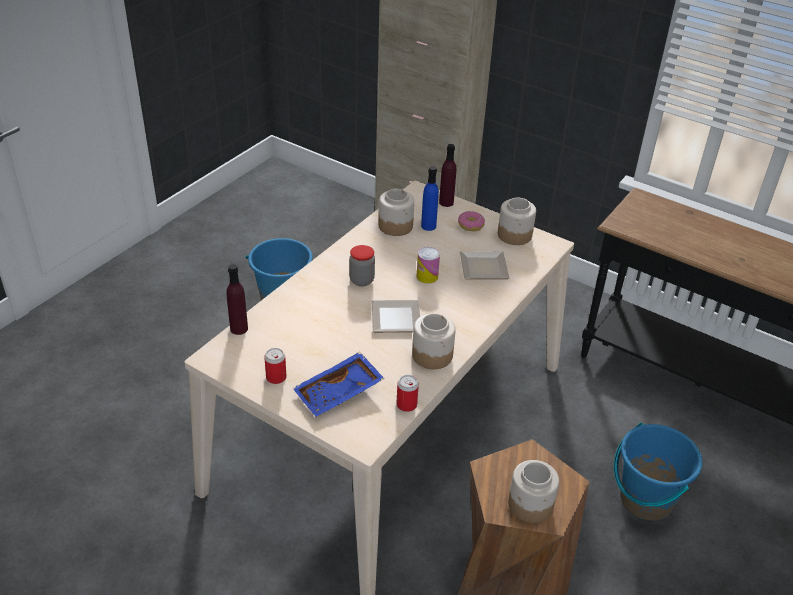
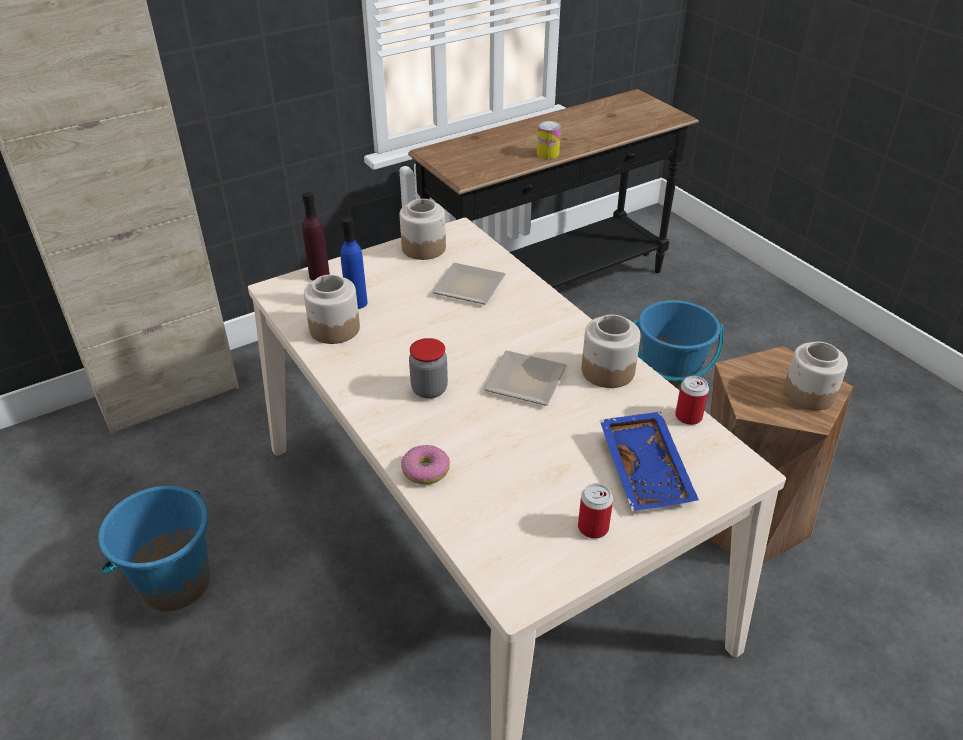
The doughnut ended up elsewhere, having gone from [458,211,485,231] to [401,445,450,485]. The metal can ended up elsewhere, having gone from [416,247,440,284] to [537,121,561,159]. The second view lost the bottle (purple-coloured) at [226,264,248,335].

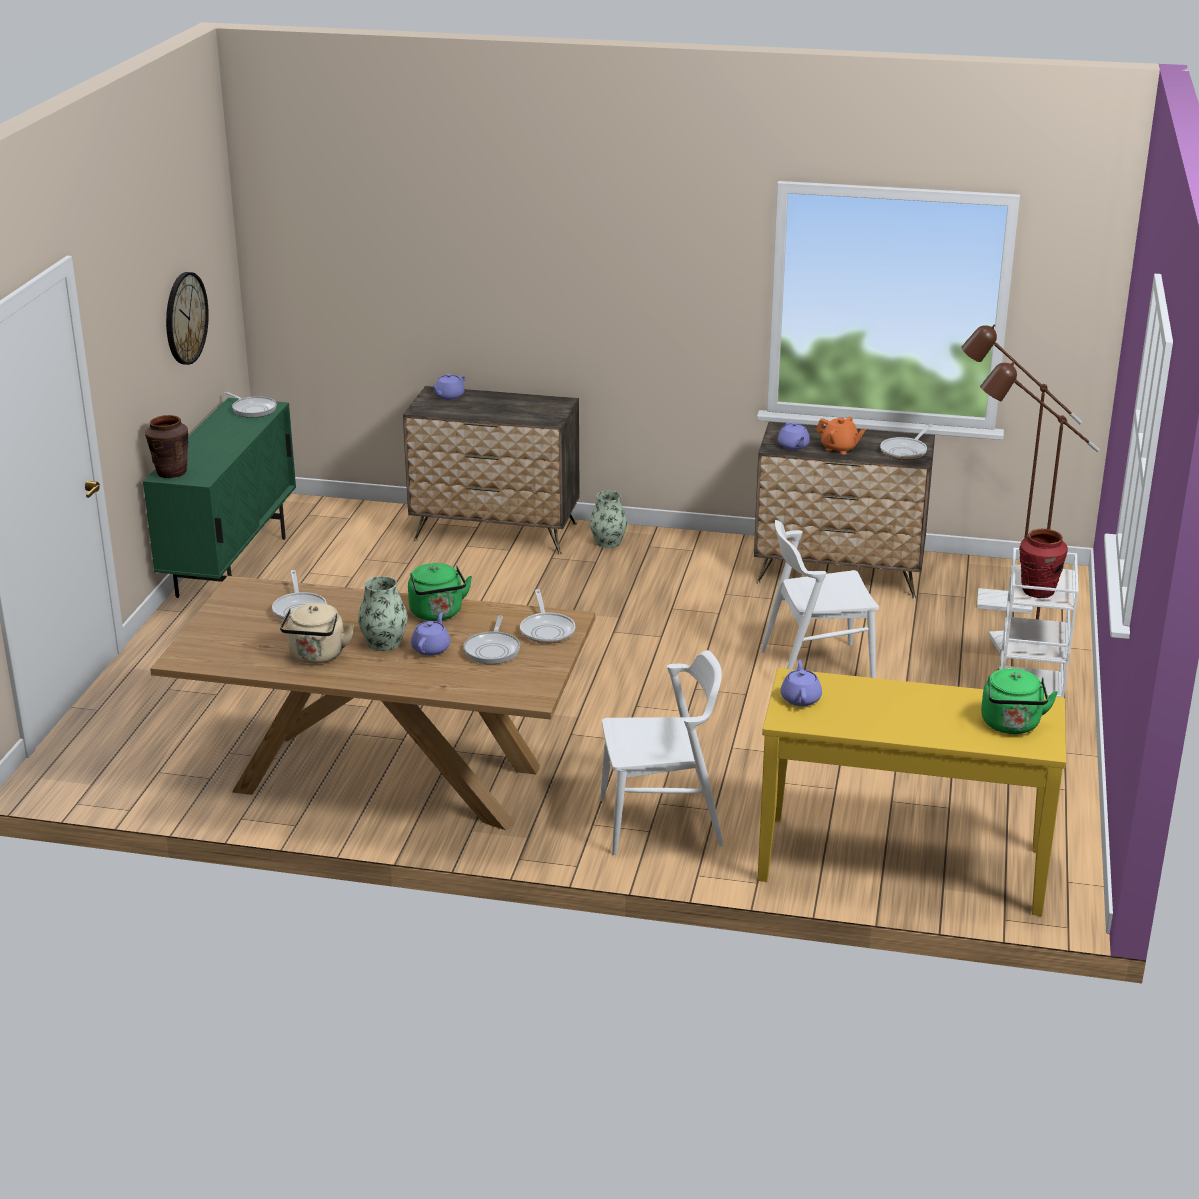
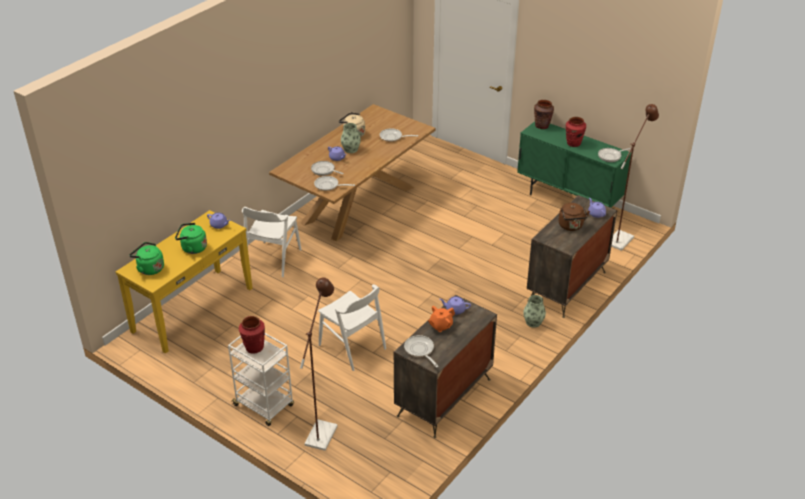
The second view lost the clock on the wall at [166,272,209,365]. The standing lamp (brown) ended up elsewhere, having gone from [961,325,1082,614] to [611,104,659,251]. The chair (white) at [761,520,879,678] ended up facing another way, 120 degrees clockwise from before. The tea kettle (green) ended up elsewhere, having gone from [408,563,472,621] to [175,223,207,254]. The second view gained the flower vase (red-coloured) at [566,117,586,147]. The second view gained the tea kettle (brown) at [558,203,590,231].

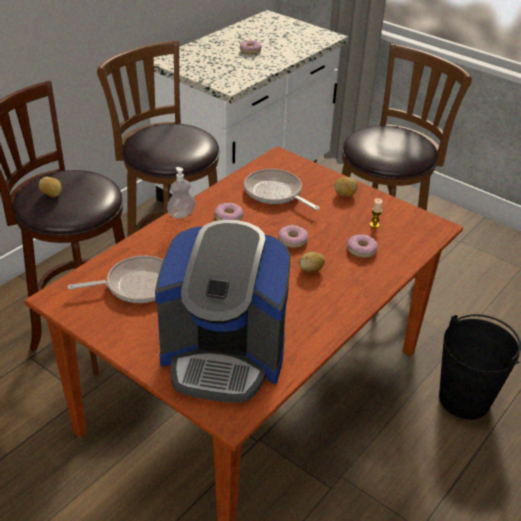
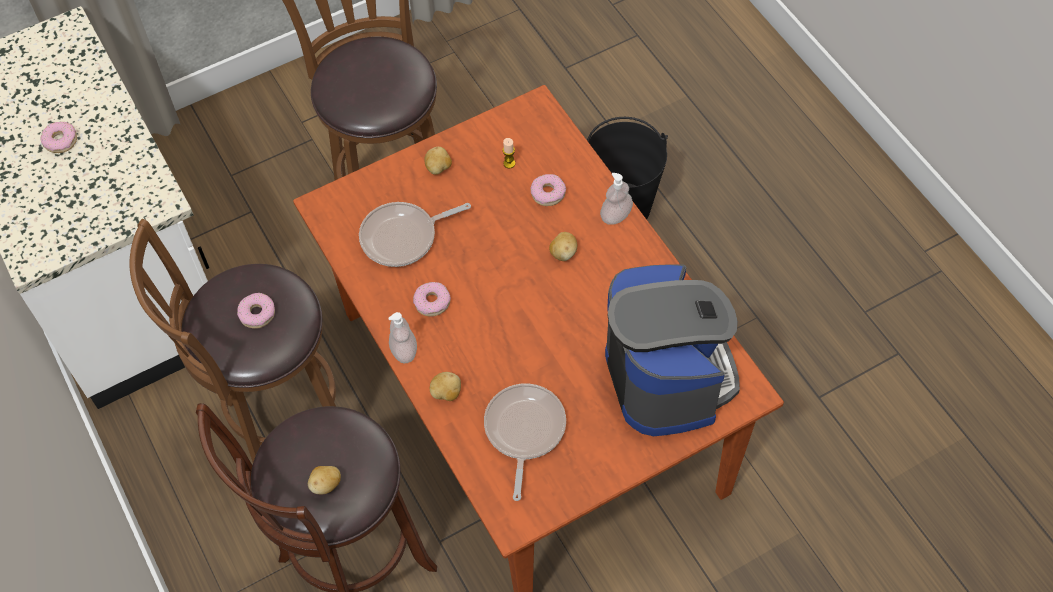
The coffee machine at [155,220,291,403] ended up facing another way, 45 degrees counterclockwise from before. The doughnut ended up elsewhere, having gone from [278,225,309,248] to [237,293,275,329]. The second view gained the liquid soap bottle at [600,173,633,225]. The second view gained the potato at [430,372,461,401].

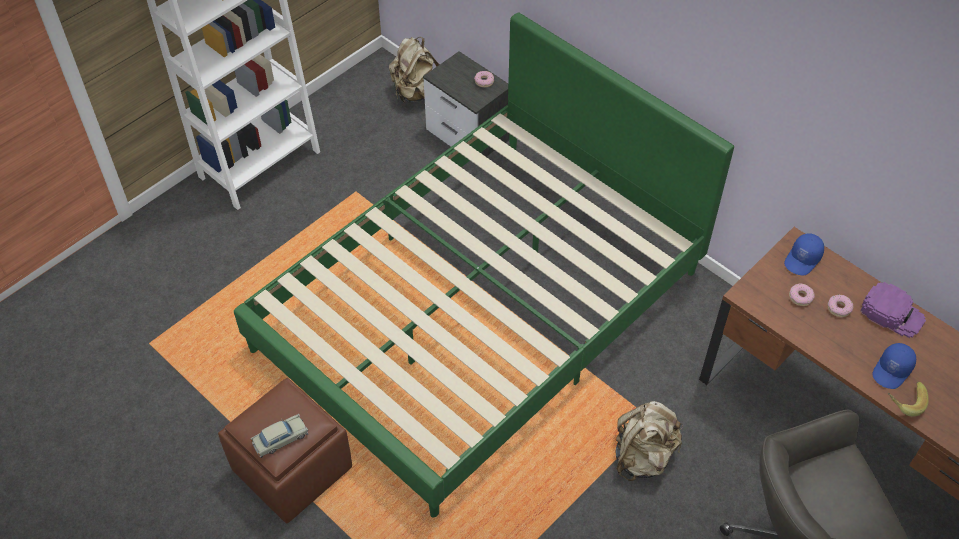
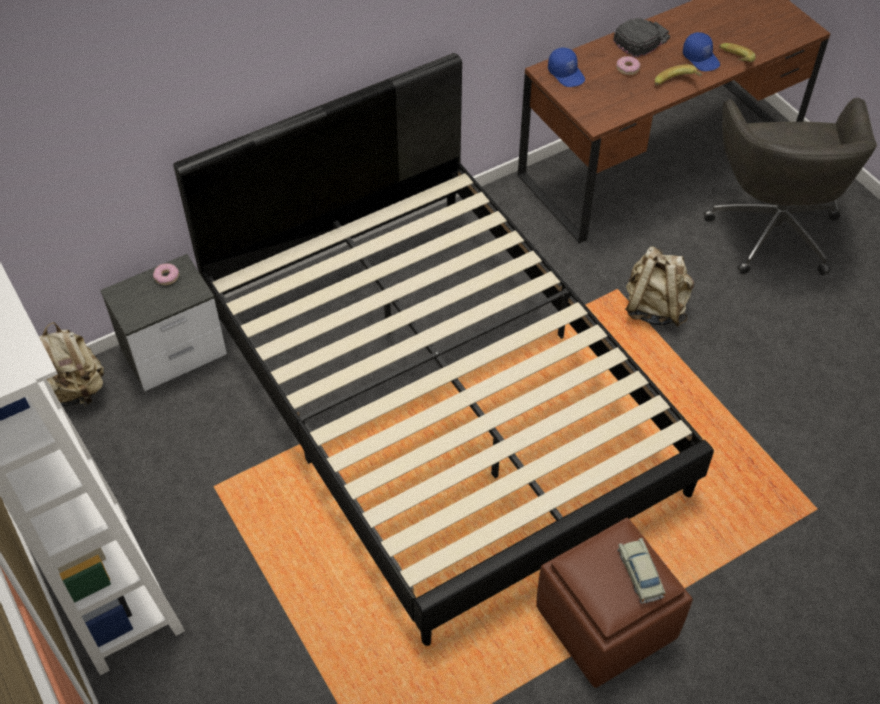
What was the bed (green) at [234,13,734,518] turned into the bed (black-coloured) at [173,53,714,646]. What was the baseball cap (purple-coloured) at [860,282,926,338] turned into the baseball cap (black-coloured) at [613,18,670,58]. The second view lost the doughnut at [789,283,815,306]. The second view gained the whole banana at [655,65,702,86].

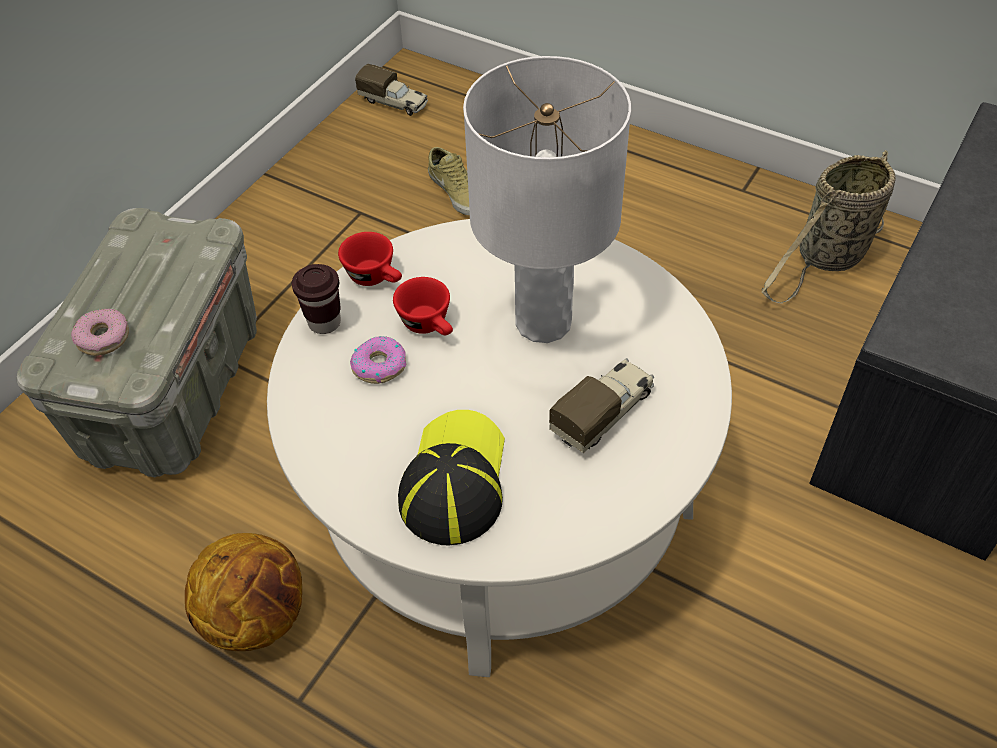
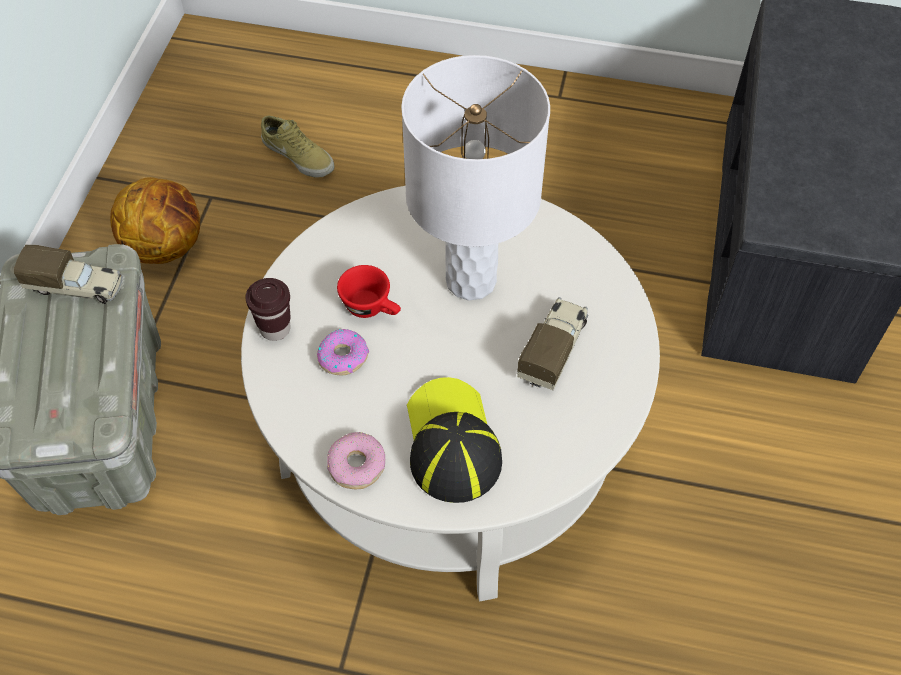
The model truck ended up elsewhere, having gone from [355,64,428,116] to [14,245,123,304]. The second view lost the household basket at [761,150,896,304]. The second view lost the cup (red-coloured) at [338,232,402,286]. The doughnut ended up elsewhere, having gone from [71,309,129,356] to [327,432,385,489]. The ball for basketball ended up elsewhere, having gone from [185,533,302,651] to [110,177,200,264].

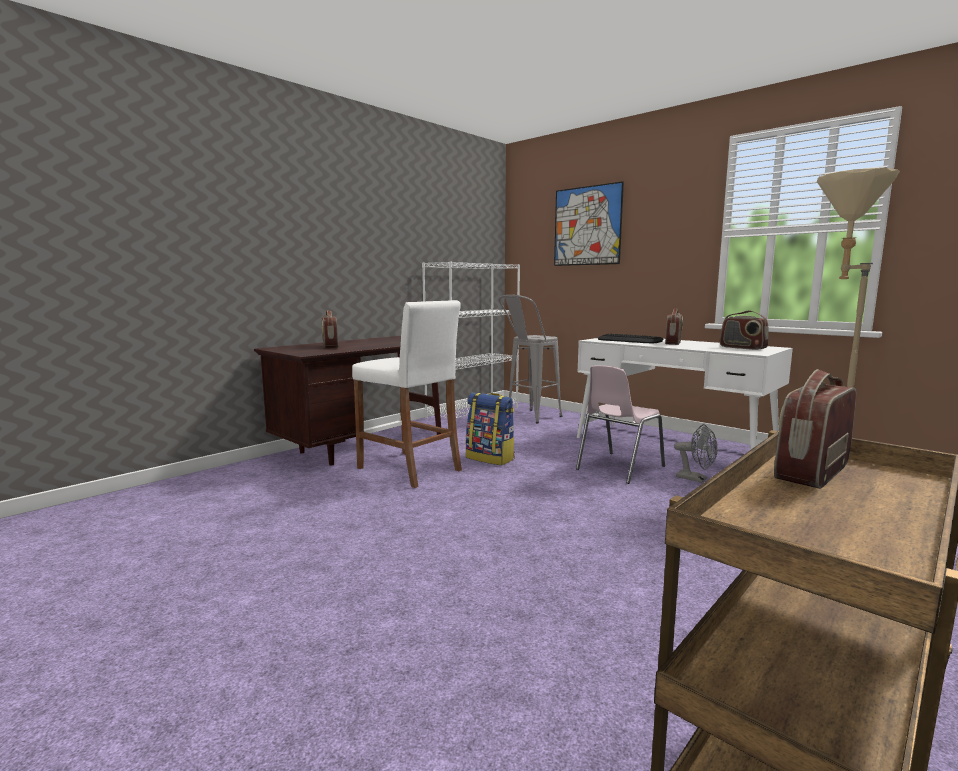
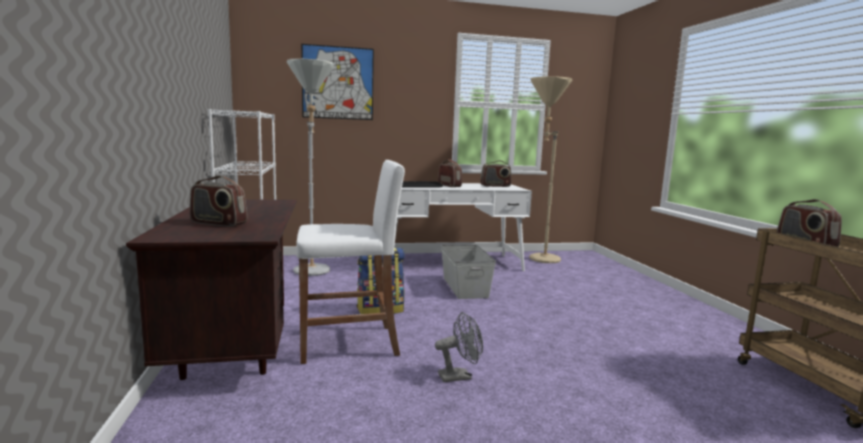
Where the sitting stool (grey) stood at [499,295,563,424], the standing lamp (grey) came to stand at [287,59,334,276]. Where the chair (pink-coloured) stood at [576,365,665,484], the storage container (grey) came to stand at [441,245,496,299]. The cooling fan (grey) ended up elsewhere, having gone from [674,424,717,483] to [435,312,483,382].

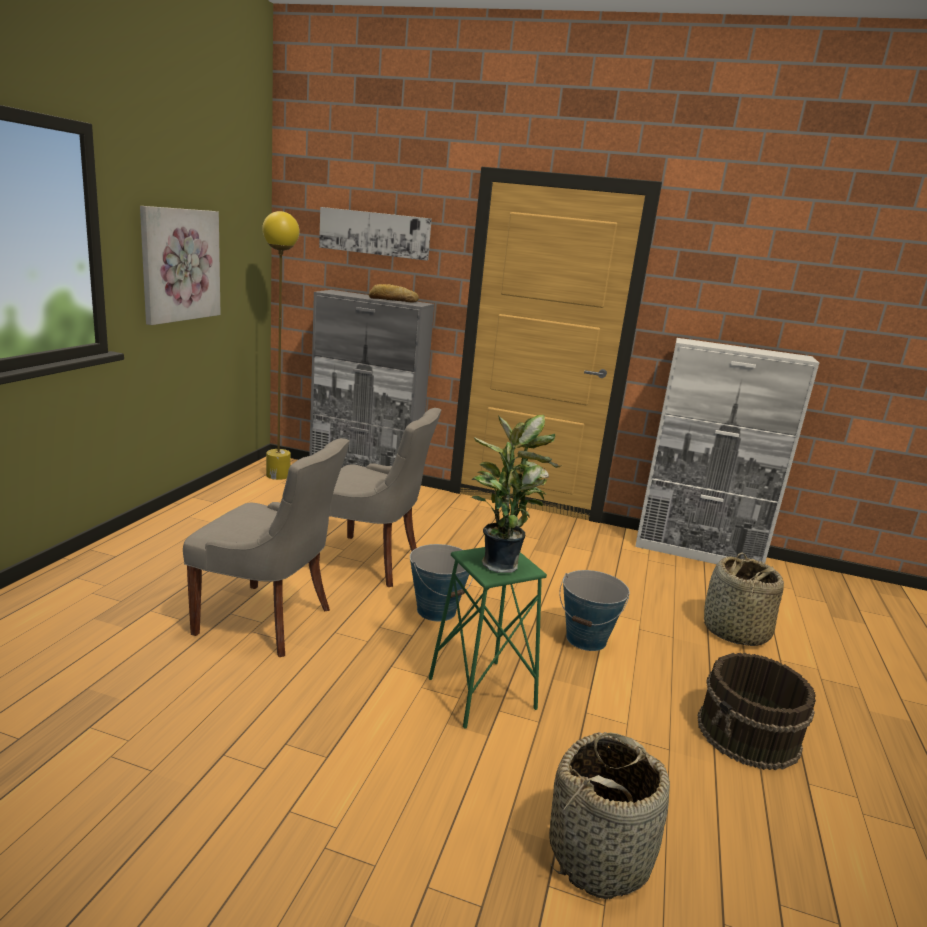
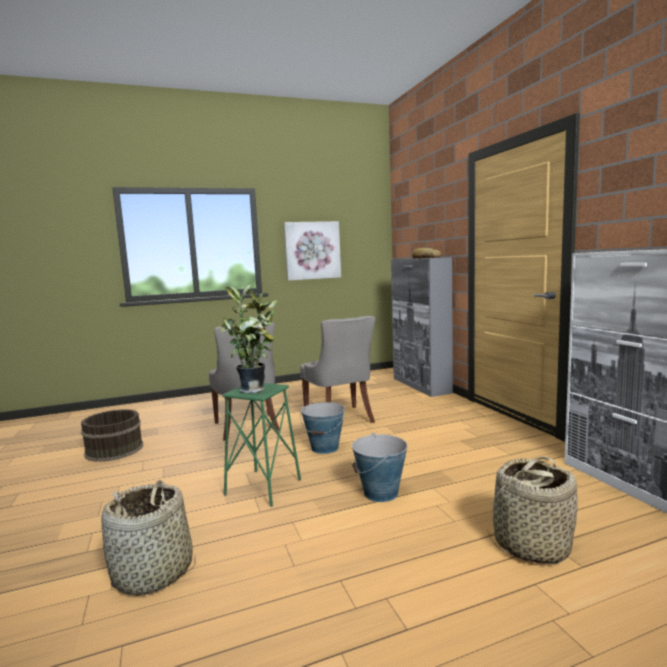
The second view lost the wall picture at [319,207,432,261]. The second view lost the standing lamp (yellow) at [262,211,300,480]. The bucket (brown) ended up elsewhere, having gone from [697,652,816,770] to [81,409,143,462].

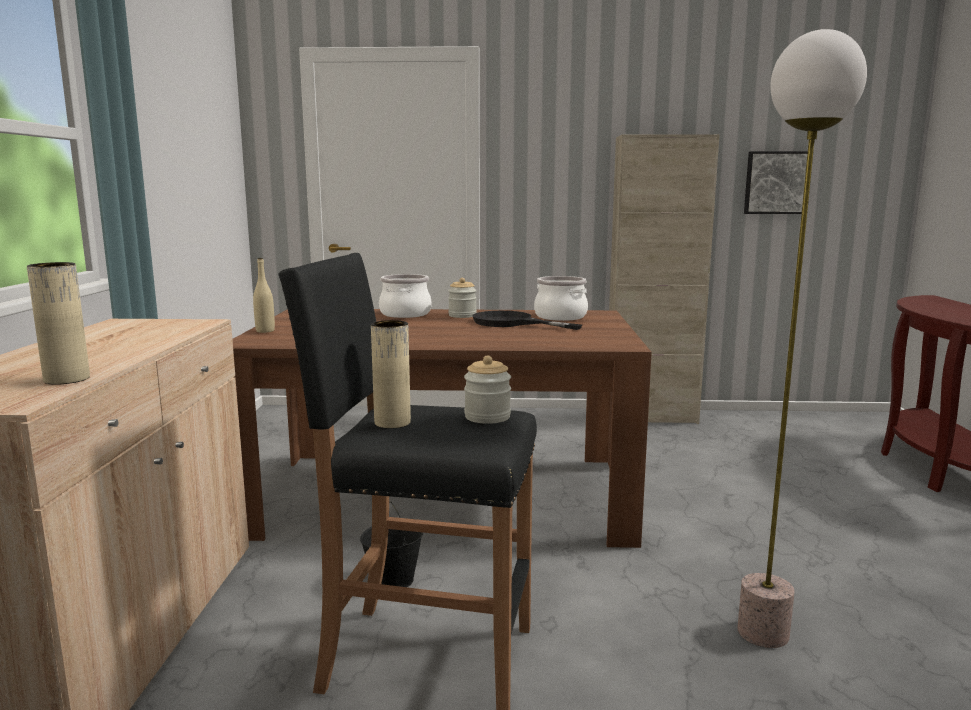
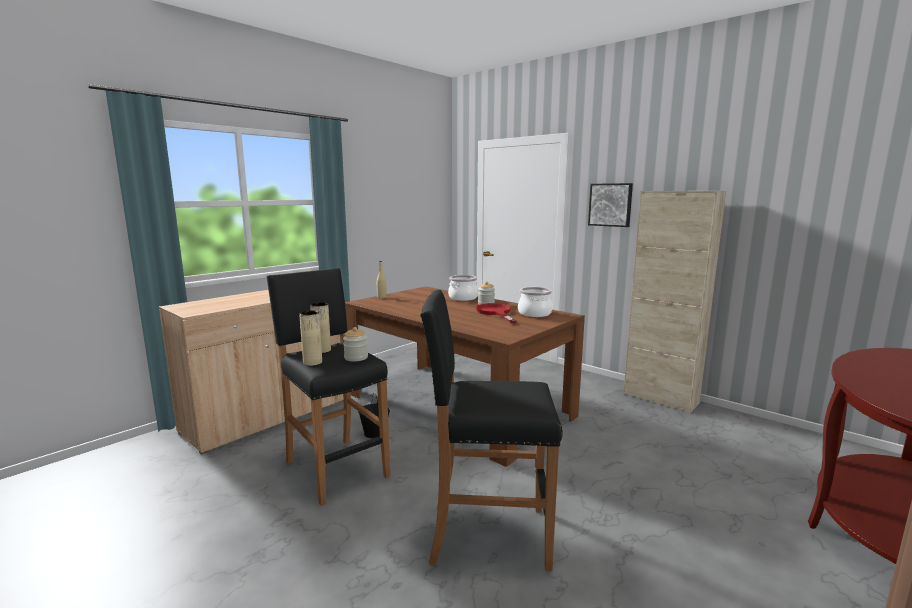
Where the standing lamp stood at [737,29,867,648], the sitting stool (black-coloured) came to stand at [420,290,563,572]. The wall picture ended up elsewhere, having gone from [744,151,813,214] to [588,183,633,227]. The flower vase (beige) ended up elsewhere, having gone from [27,262,90,385] to [299,310,322,366]. What was the frying pan (black-coloured) at [472,311,582,330] turned into the frying pan (red-coloured) at [476,303,516,323].

